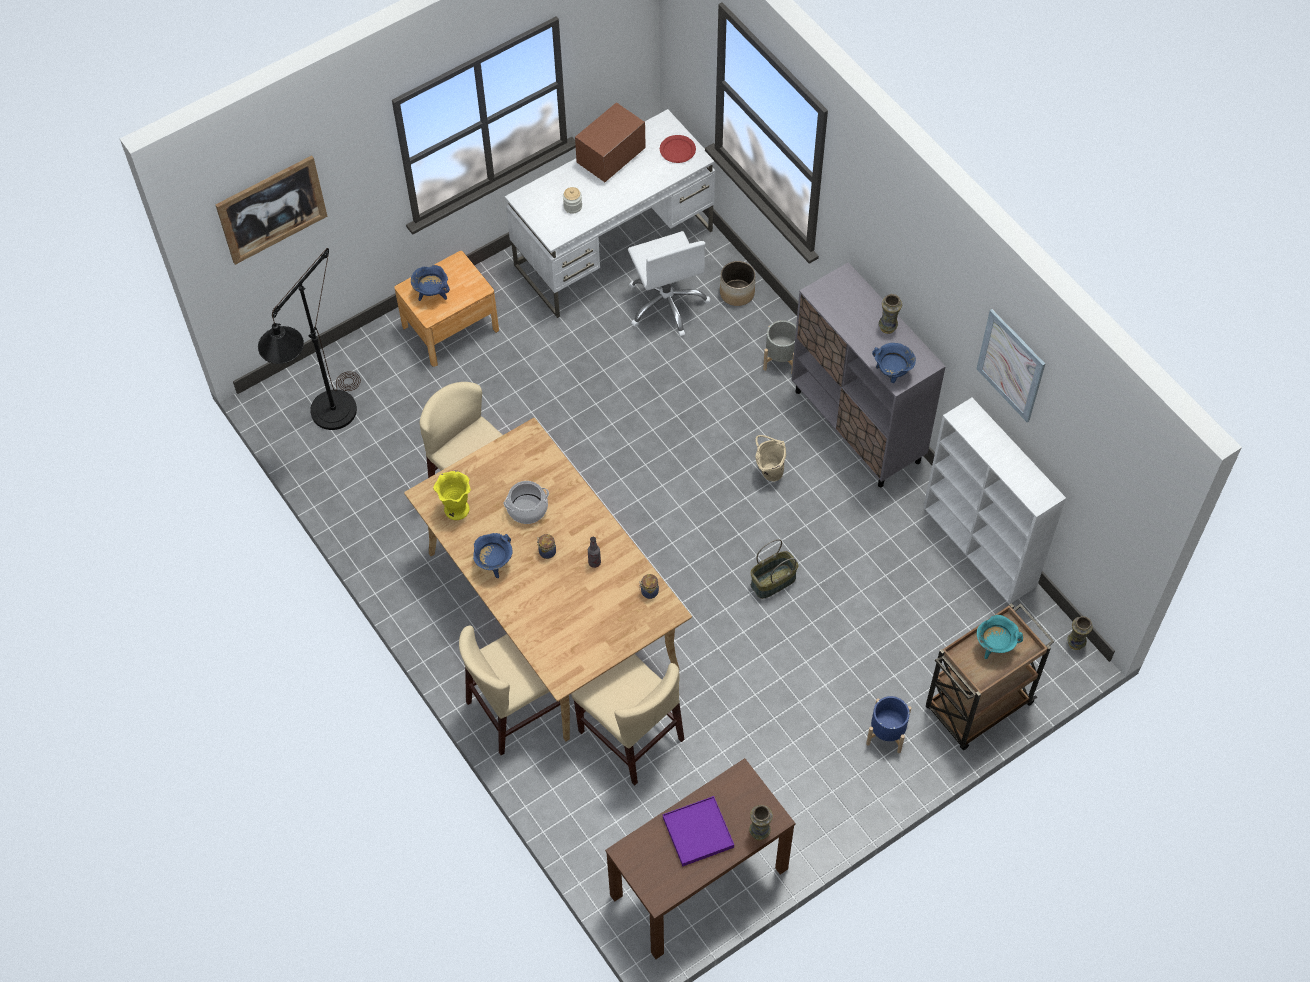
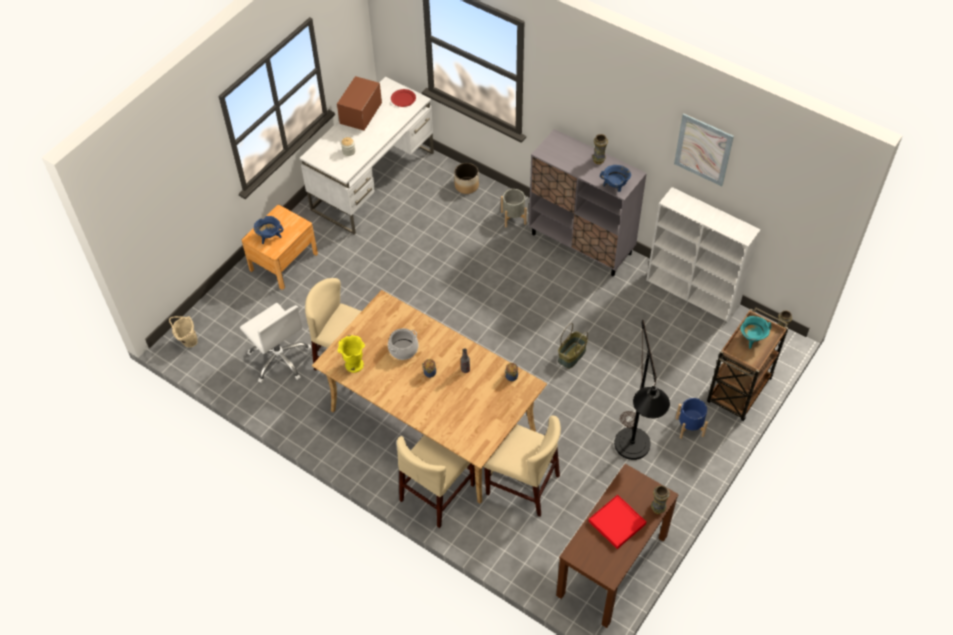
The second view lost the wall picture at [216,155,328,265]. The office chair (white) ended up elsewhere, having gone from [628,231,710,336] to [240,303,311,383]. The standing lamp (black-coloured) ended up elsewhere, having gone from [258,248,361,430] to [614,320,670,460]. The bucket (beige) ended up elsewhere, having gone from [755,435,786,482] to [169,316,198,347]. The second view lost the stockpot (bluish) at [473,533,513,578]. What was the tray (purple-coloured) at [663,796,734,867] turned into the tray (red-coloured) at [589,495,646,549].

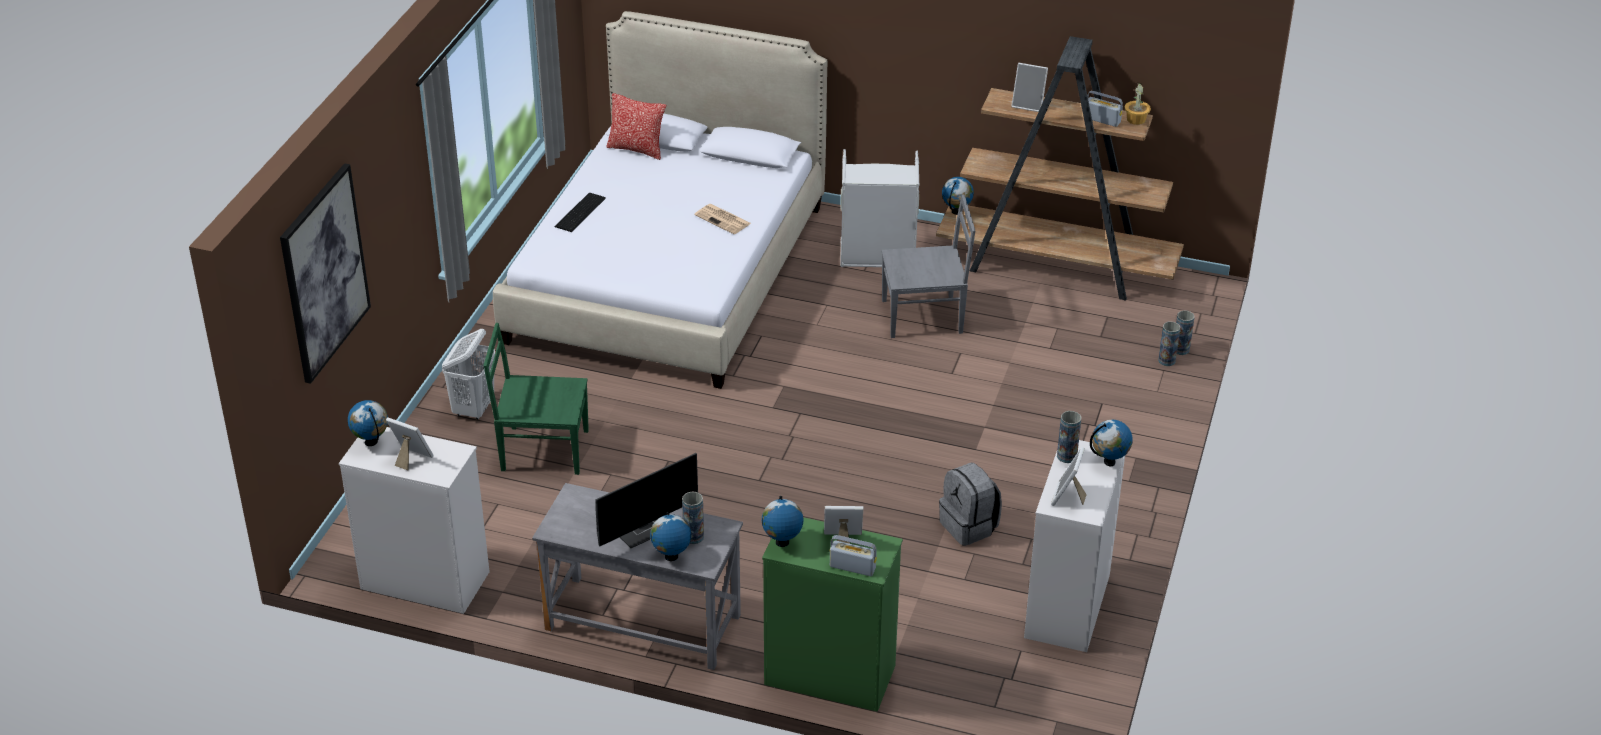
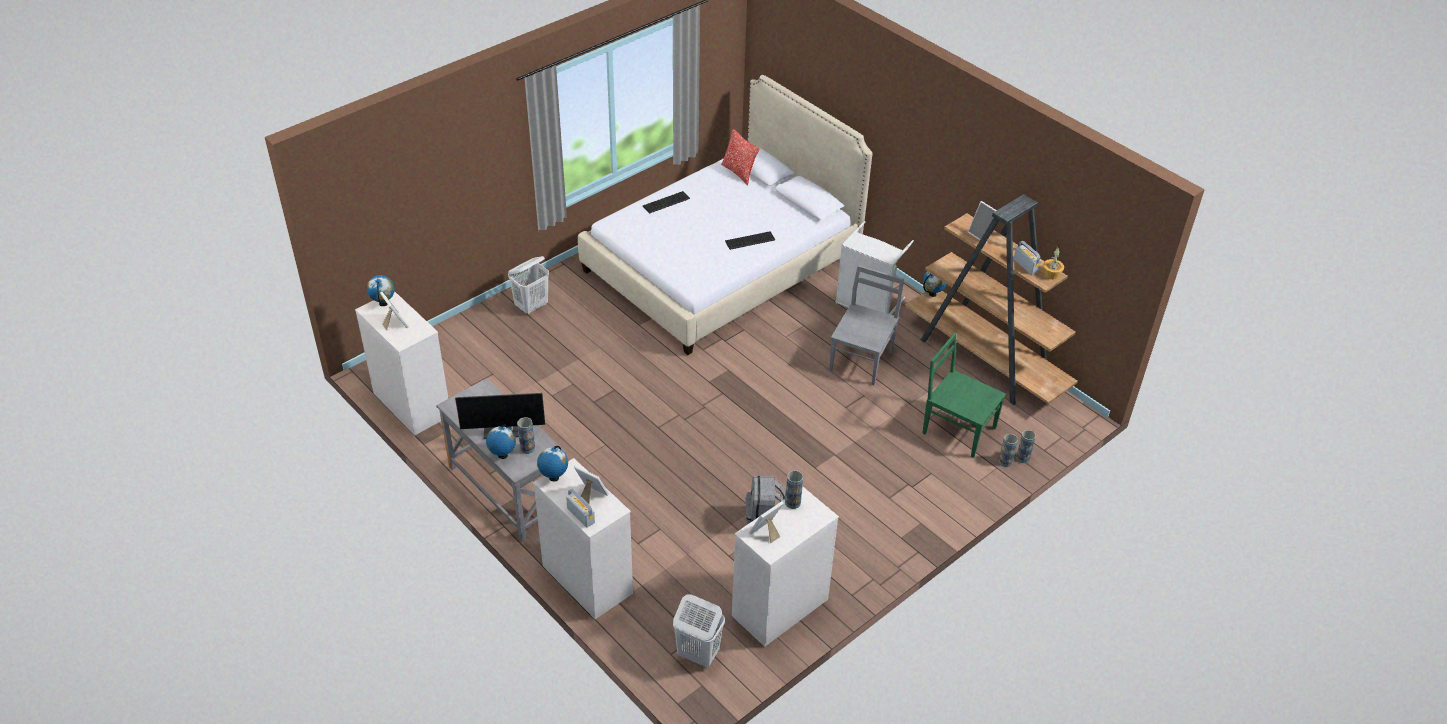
The second view lost the wall picture at [280,163,371,384]. The chair (grey) at [882,195,975,338] ended up facing another way, 90 degrees counterclockwise from before. Where the daily paper stood at [694,204,751,234], the computer keyboard came to stand at [725,231,775,250]. The chair (green) ended up elsewhere, having gone from [483,323,589,475] to [922,333,1006,458]. The second view lost the globe at [1090,420,1133,466]. What was the chest of drawers (green) at [762,517,903,712] turned into the chest of drawers (white) at [533,458,633,619]. The second view gained the laundry basket (white) at [673,594,725,667].

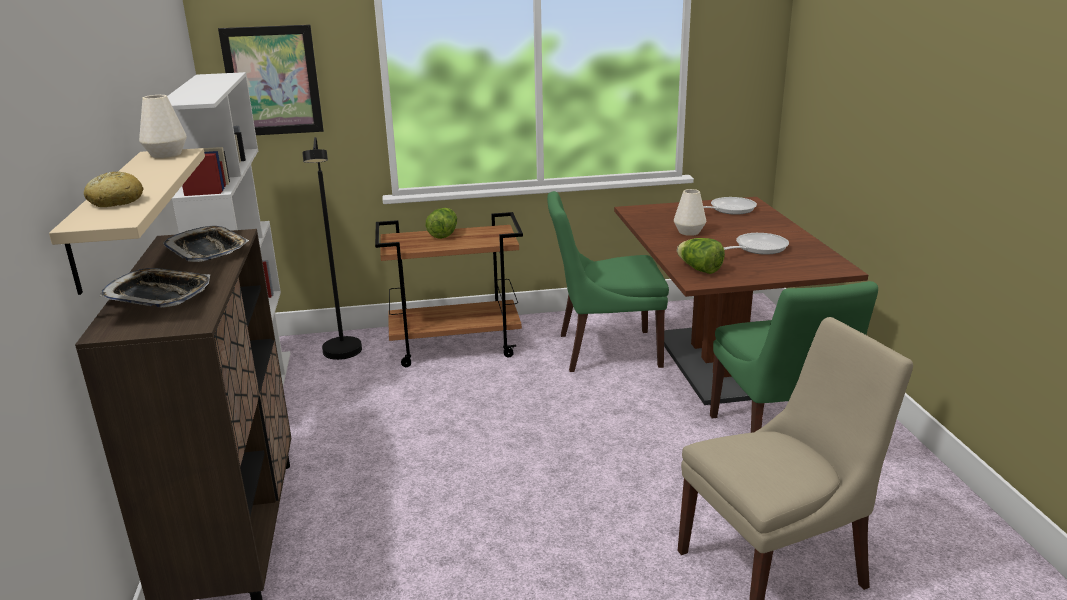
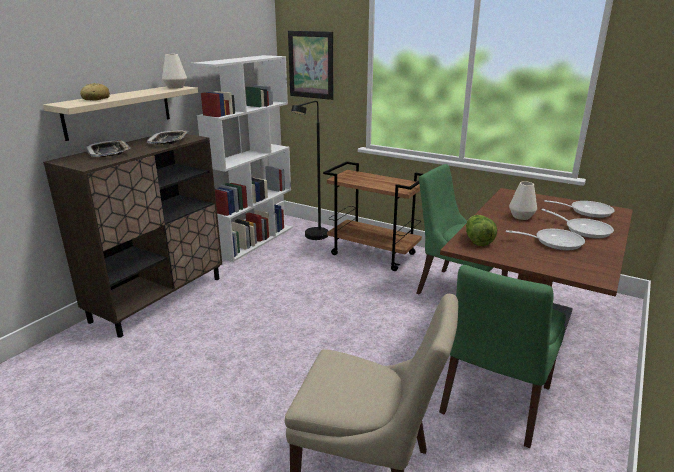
The second view lost the lettuce head at [426,208,457,239]. The second view gained the frying pan at [542,209,614,239].

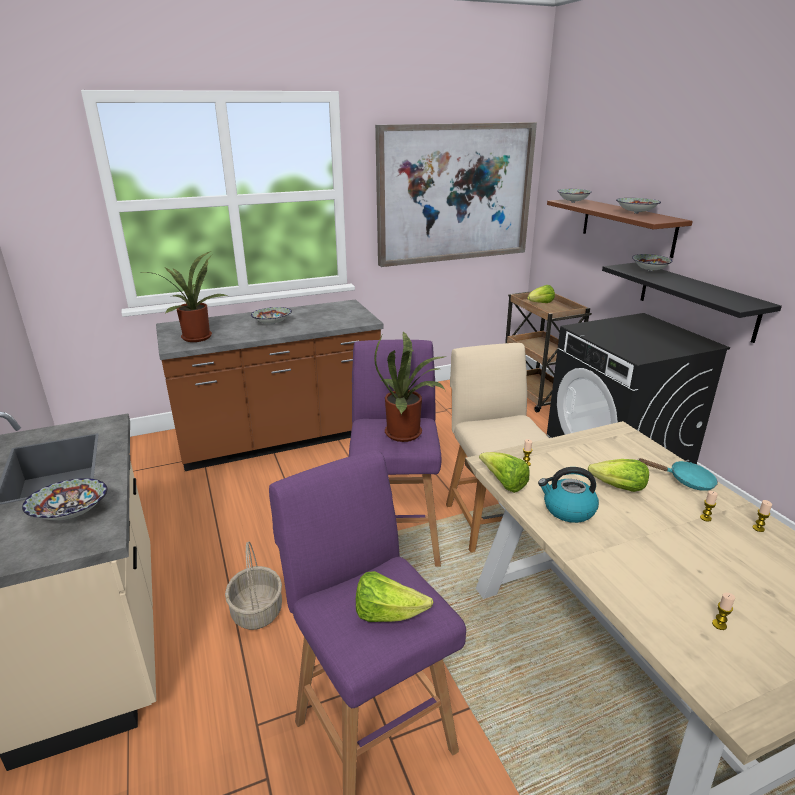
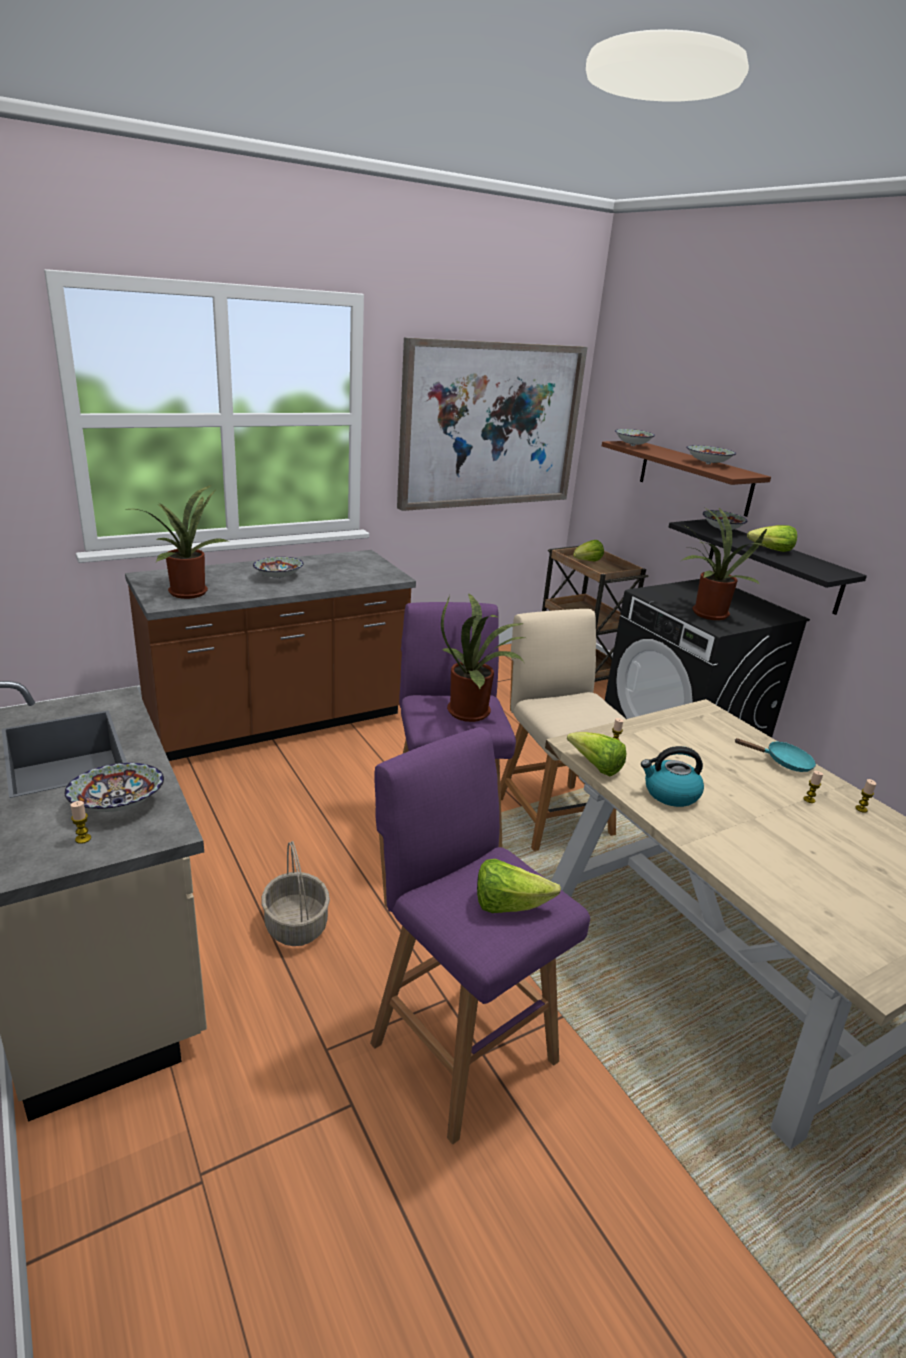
The lettuce head ended up elsewhere, having gone from [588,459,649,492] to [747,525,797,552]. The candle ended up elsewhere, having gone from [712,593,735,630] to [71,801,91,844]. The second view gained the plant in a pot at [683,507,767,620].

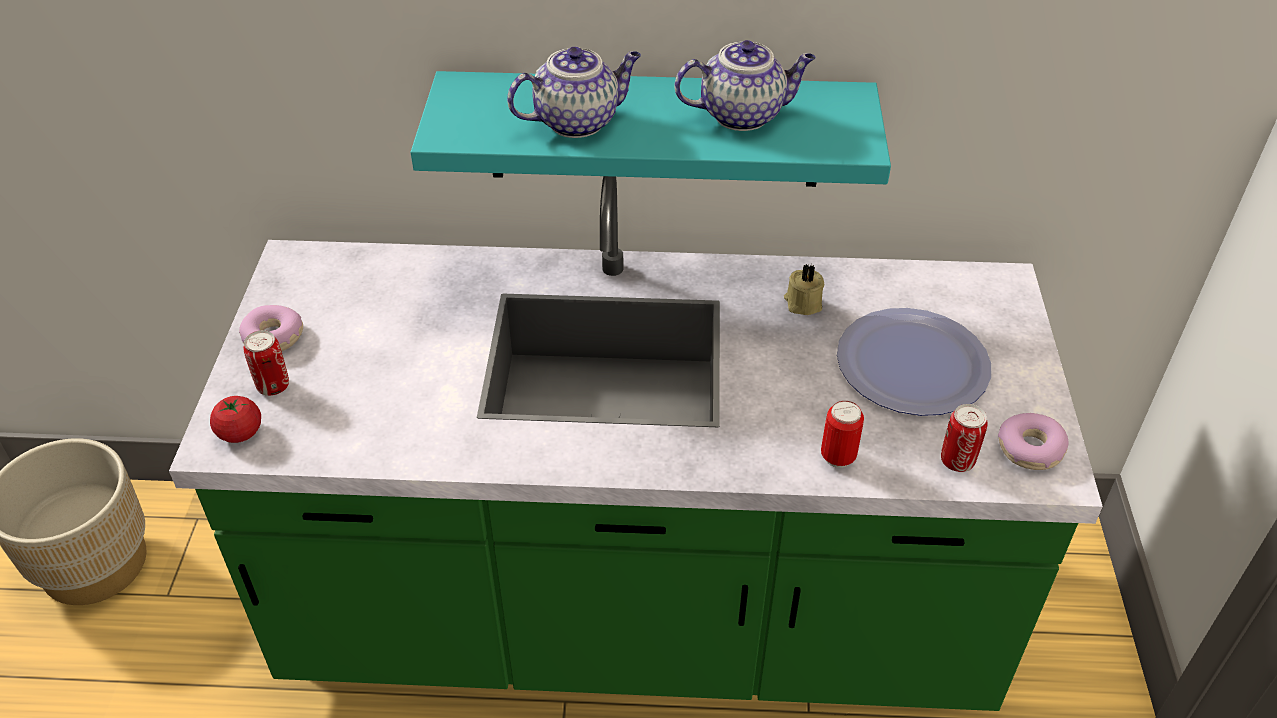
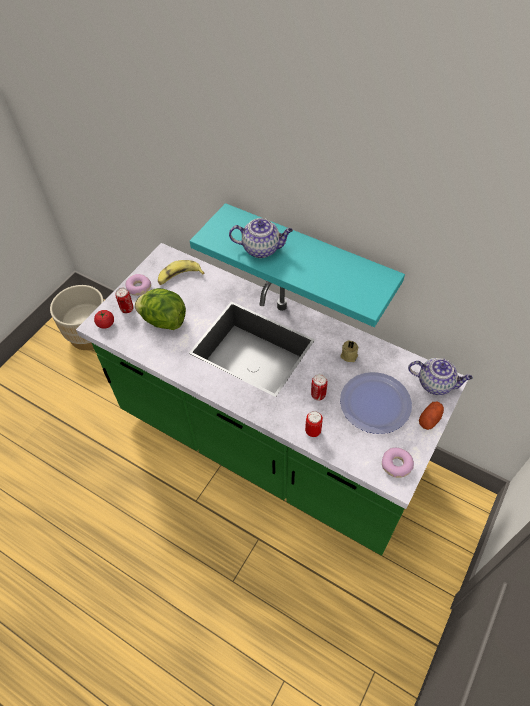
The teapot ended up elsewhere, having gone from [675,40,816,131] to [408,358,473,395]. The metal can ended up elsewhere, having gone from [941,404,988,472] to [311,374,328,400]. The second view gained the whole banana at [158,260,204,285]. The second view gained the lettuce head at [135,288,186,330]. The second view gained the potato at [419,401,444,430].

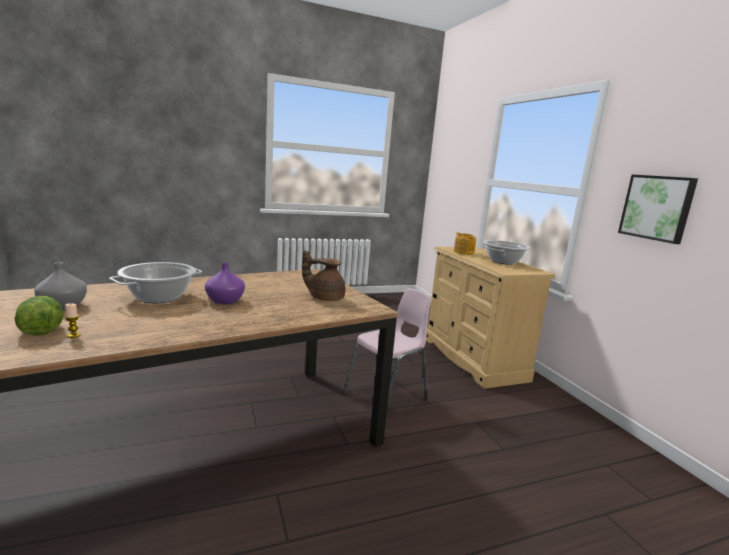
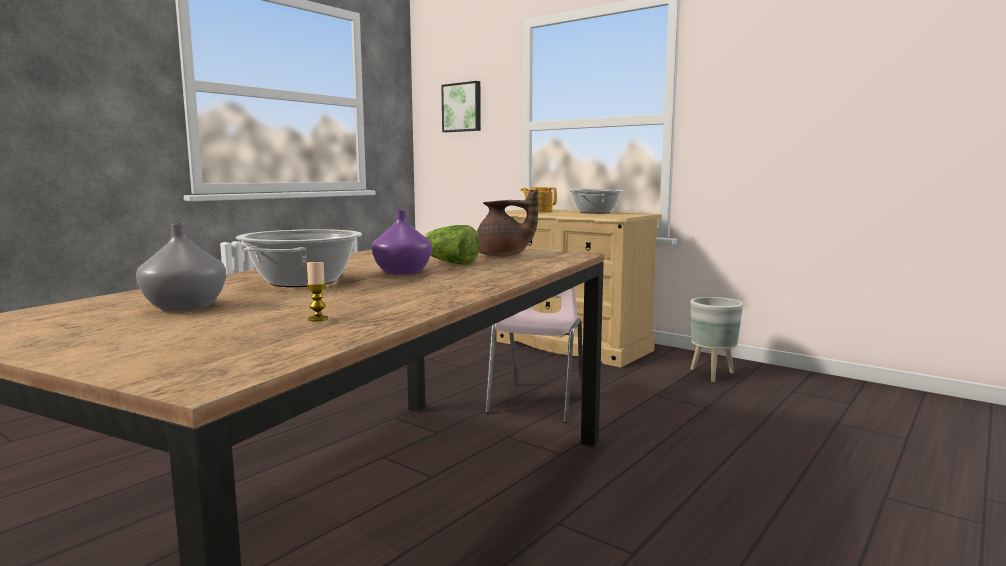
The wall picture ended up elsewhere, having gone from [618,175,698,244] to [441,81,481,132]. The teapot (brown) at [302,250,345,301] ended up facing another way, 150 degrees counterclockwise from before. The lettuce head ended up elsewhere, having gone from [14,296,63,336] to [423,225,480,265]. The second view gained the flower pot (grey) at [690,297,743,382].

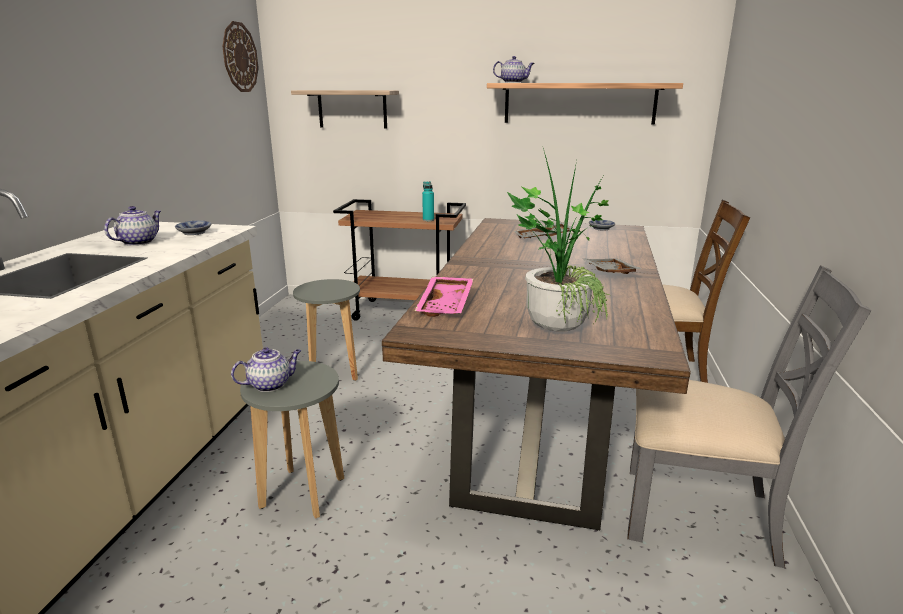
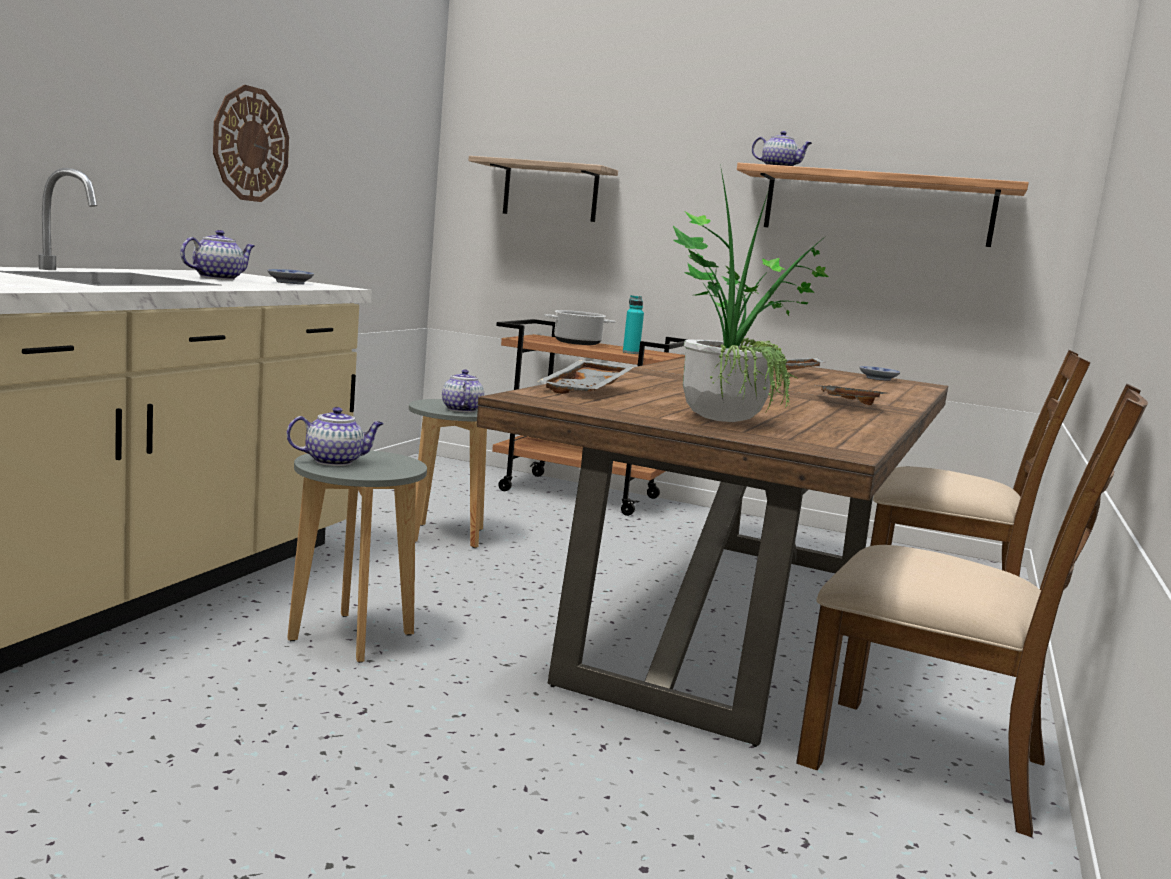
The clock on the wall ended up elsewhere, having gone from [222,21,259,92] to [213,85,289,202]. What was the chair (grey) at [627,265,871,568] turned into the chair (brown) at [796,384,1148,837]. What was the tray (pink-coloured) at [415,277,474,317] turned into the tray (grey) at [537,360,634,394]. The second view gained the stockpot at [544,310,616,345]. The second view gained the teapot at [442,369,484,412].

